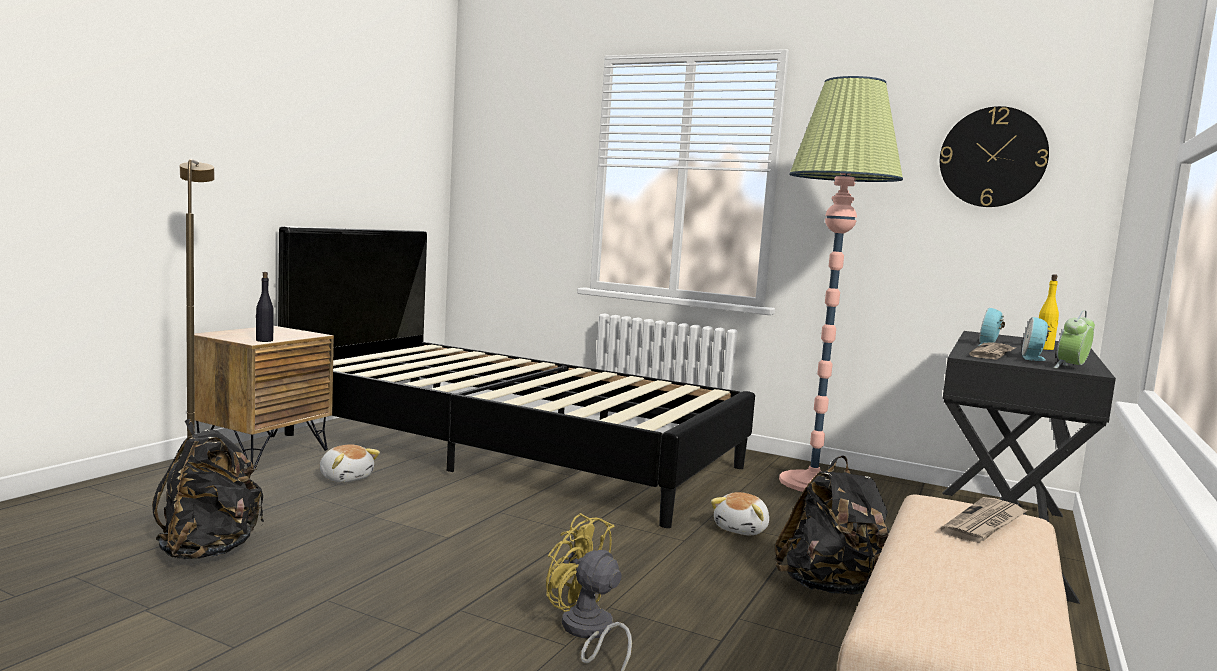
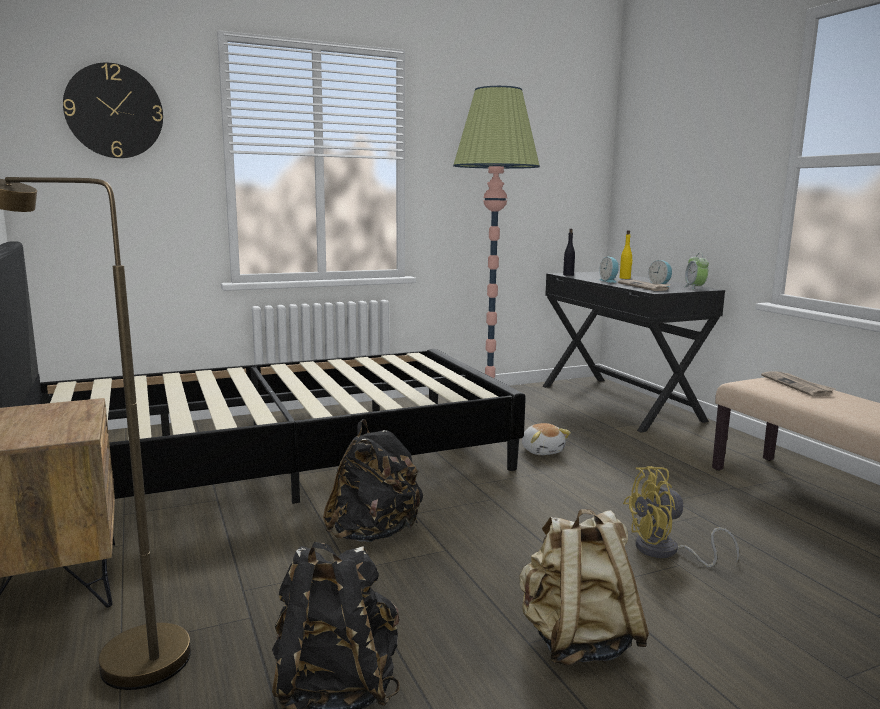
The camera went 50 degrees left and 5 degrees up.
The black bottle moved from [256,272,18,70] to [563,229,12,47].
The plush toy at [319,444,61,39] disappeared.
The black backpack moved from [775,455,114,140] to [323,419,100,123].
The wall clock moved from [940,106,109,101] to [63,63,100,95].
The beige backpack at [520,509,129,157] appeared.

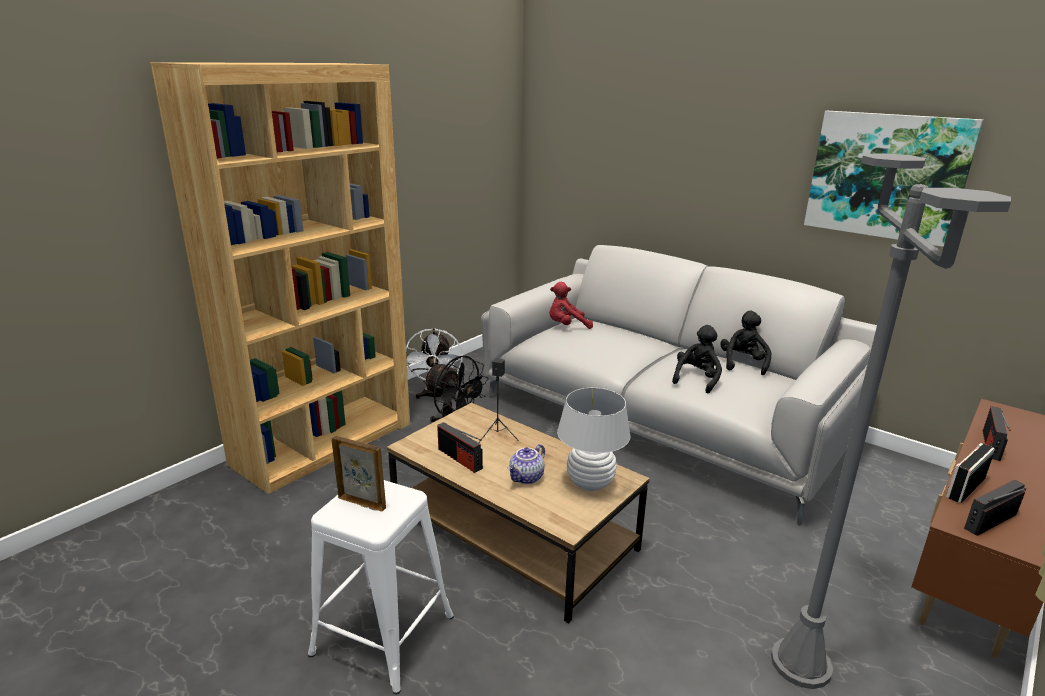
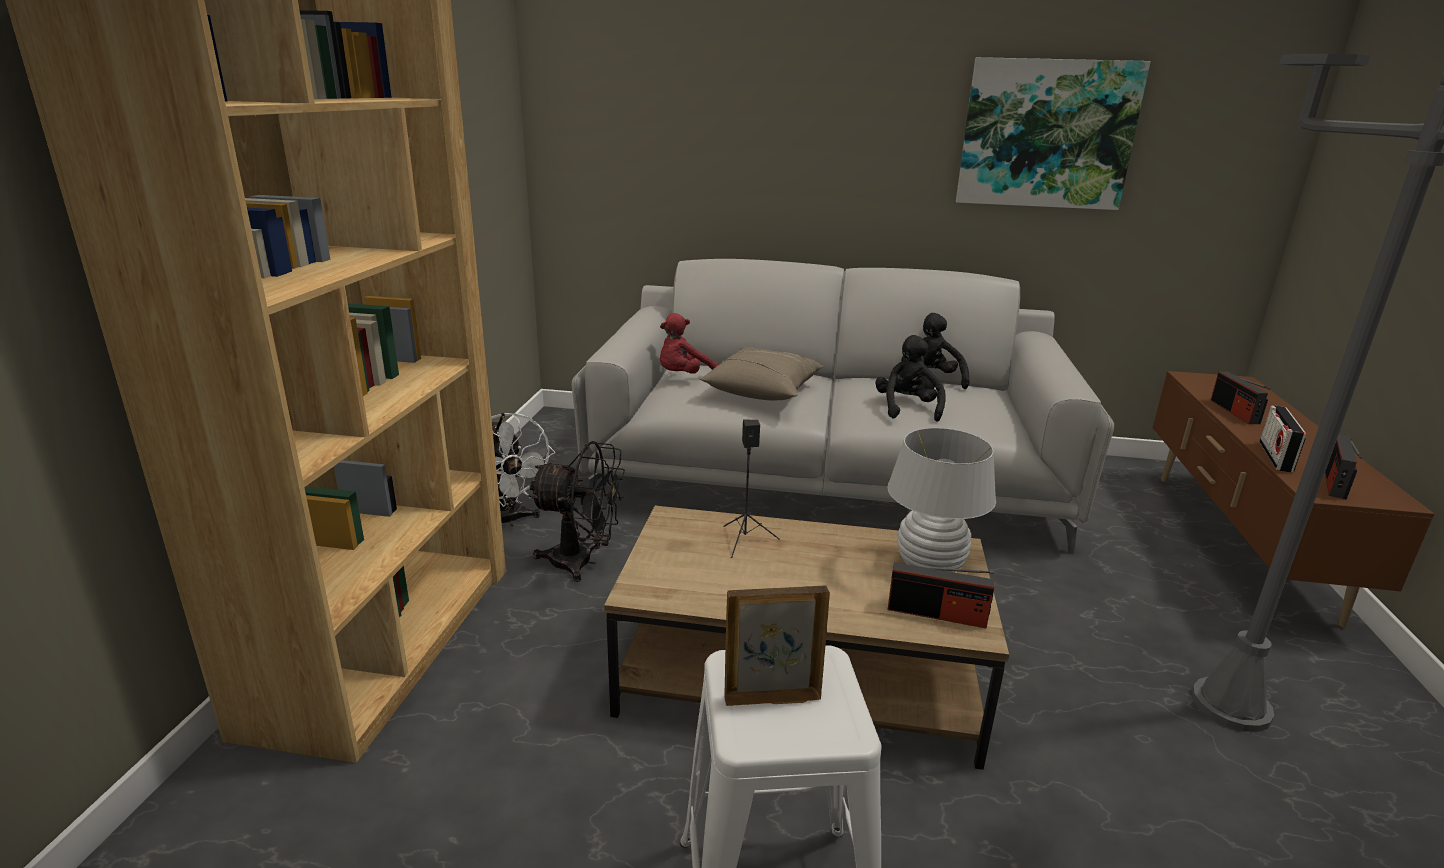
The camera went 30 degrees left and 0 degrees up.
The radio moved from [437,422,46,51] to [888,562,106,66].
The teapot at [508,444,37,40] disappeared.
The beige pillow at [699,348,125,53] appeared.

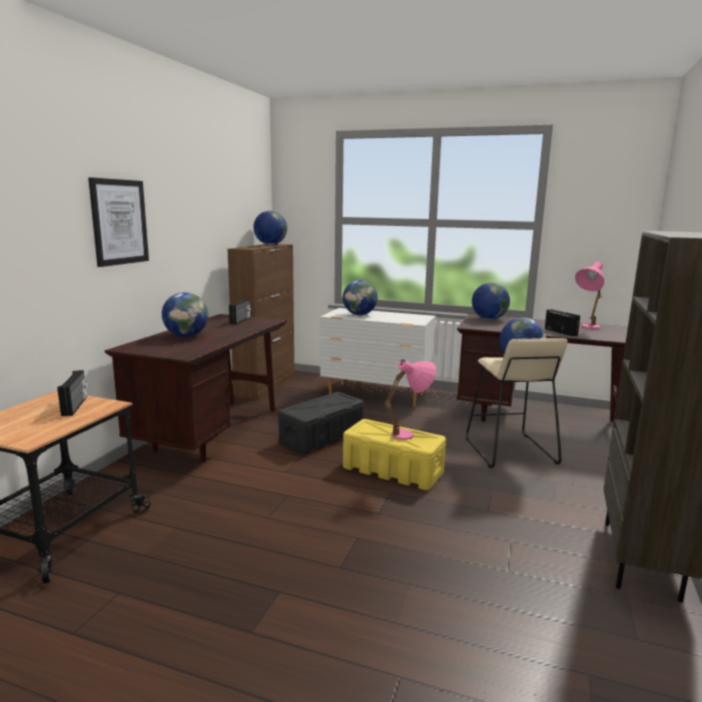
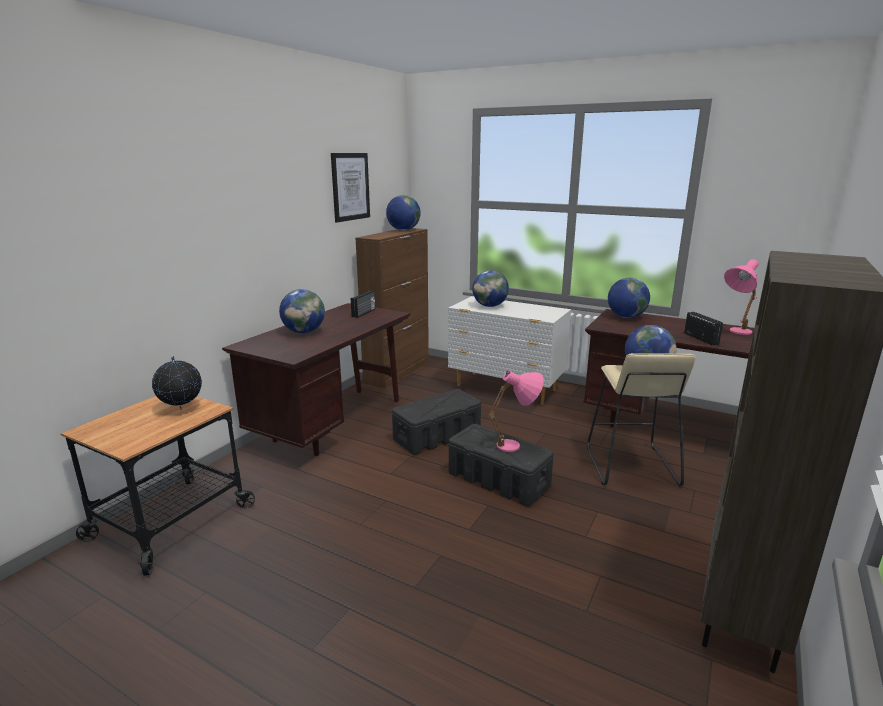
The camera went 10 degrees right and 5 degrees up.
The radio at [57,370,30,46] was replaced by the globe at [152,356,50,54].
The picture moved from [88,177,61,90] to [331,153,39,69].
The yellow storage box at [343,419,103,71] became the black storage box at [449,424,105,82].

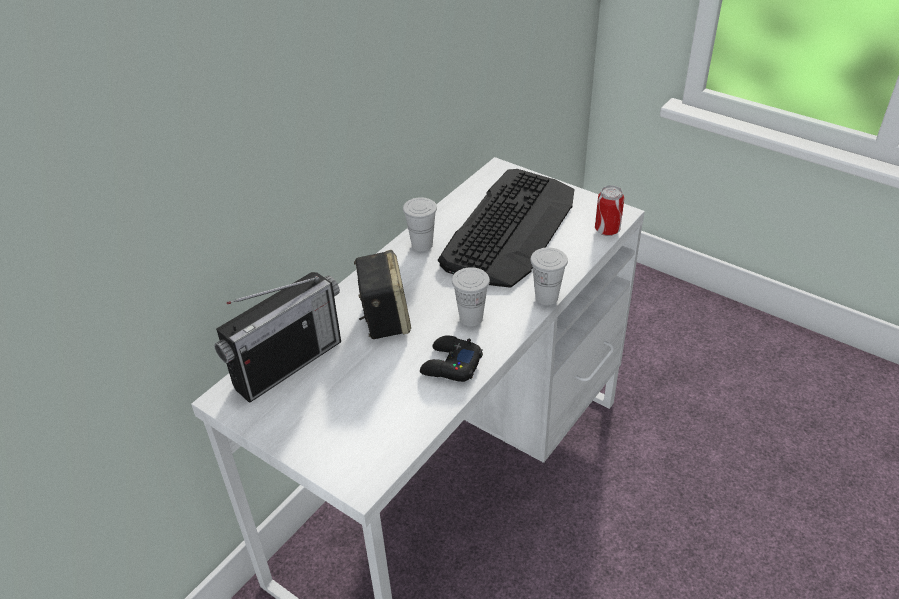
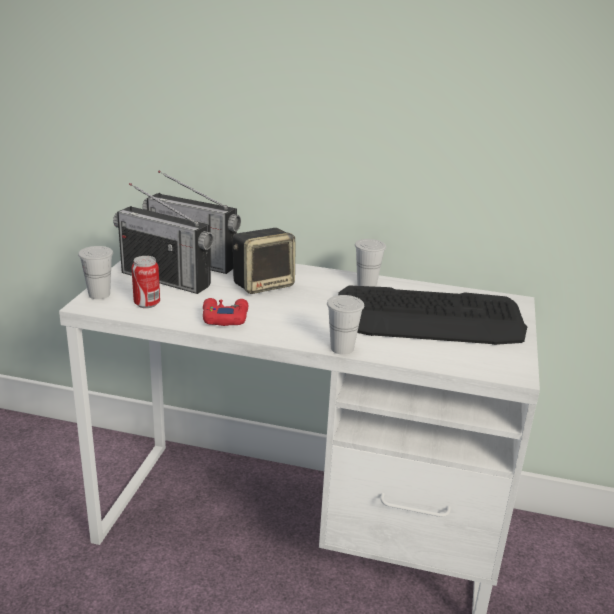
The camera went 65 degrees right and 15 degrees down.
The black game controller at [420,335,63,47] became the red game controller at [203,298,45,28].
The white cup moved from [452,267,38,59] to [78,246,35,53].
The can moved from [595,185,29,51] to [132,256,28,52].
The radio at [113,183,100,111] appeared.

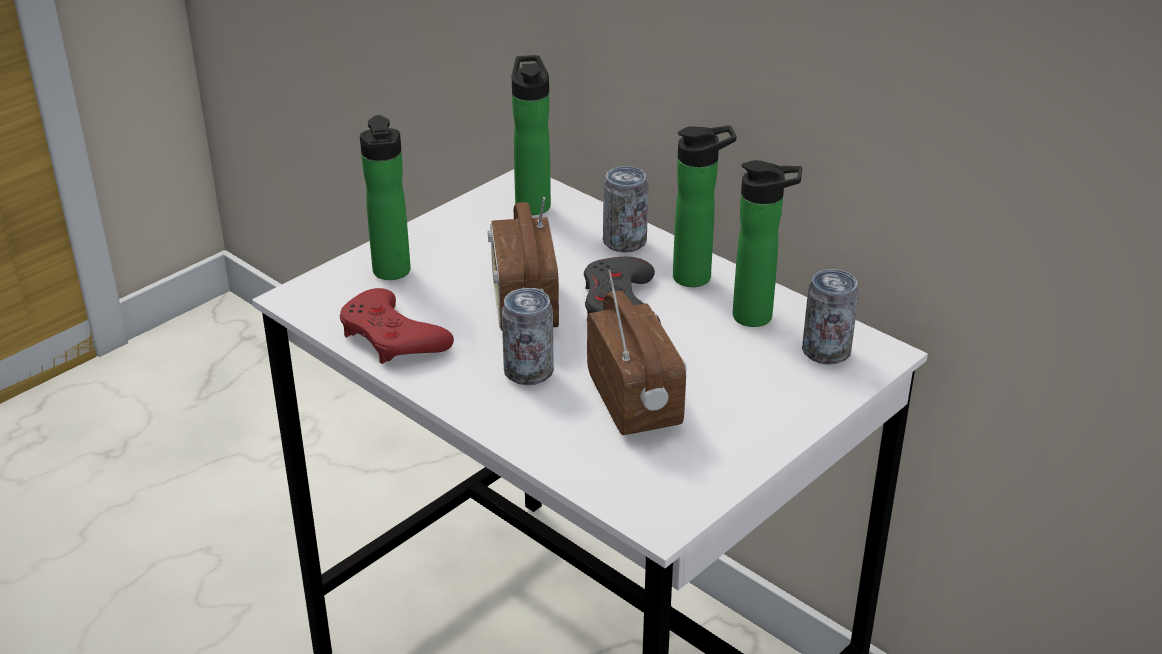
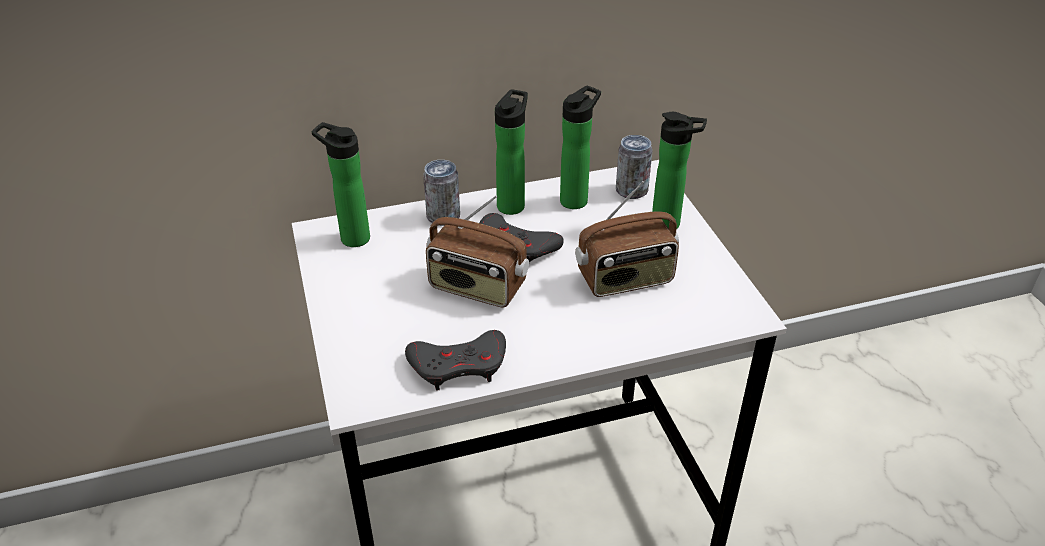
The camera went 60 degrees left and 5 degrees up.
The red game controller at [340,288,114,76] became the grey game controller at [405,330,101,60].
The bottle moved from [360,115,51,165] to [652,112,55,118].
The can at [502,288,52,97] disappeared.
The radio at [587,270,100,165] turned 150 degrees clockwise.

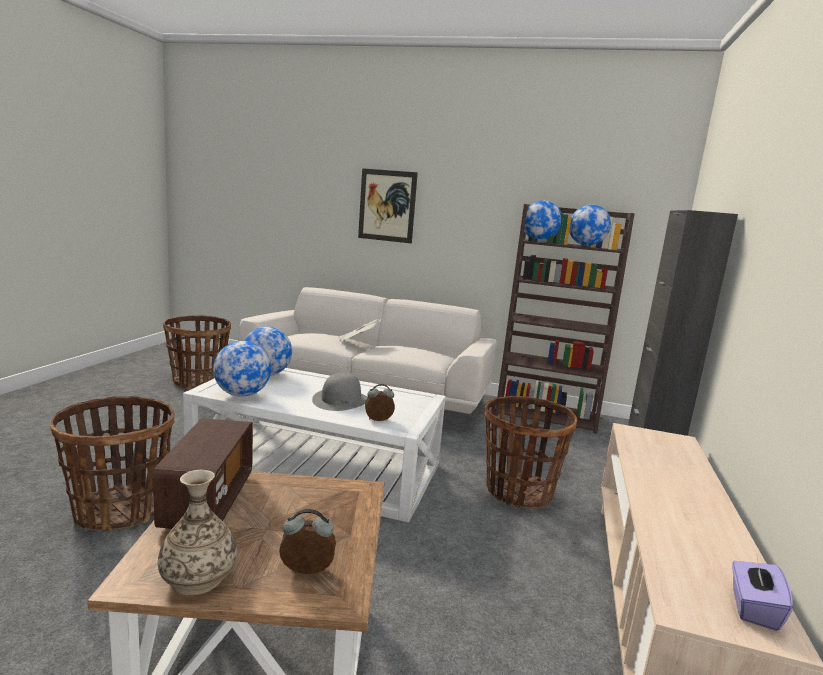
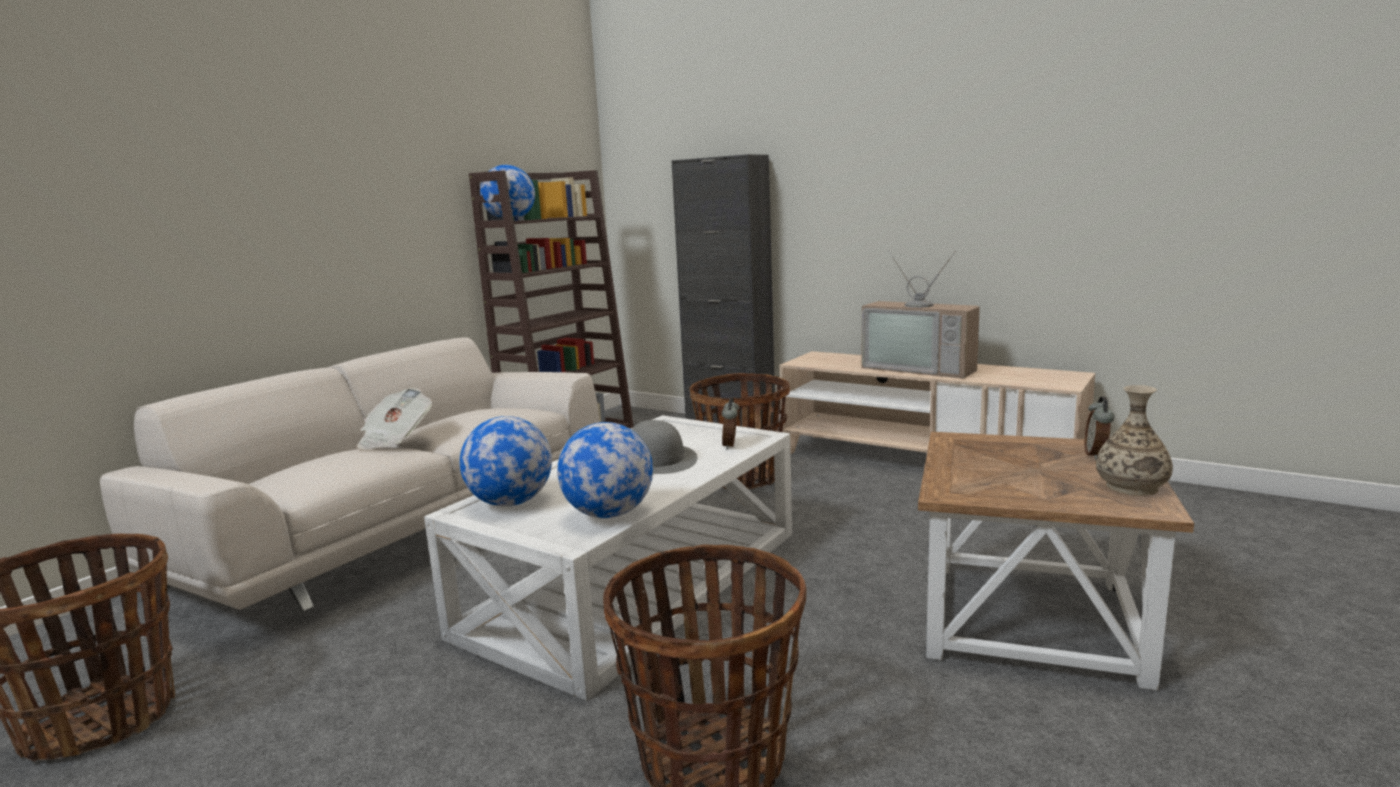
The camera went 70 degrees left and 0 degrees up.
The radio at [153,418,100,111] disappeared.
The picture at [358,168,60,75] disappeared.
The globe at [569,204,42,42] disappeared.
The purple tissue box at [732,558,61,73] disappeared.
The television at [862,250,118,129] appeared.

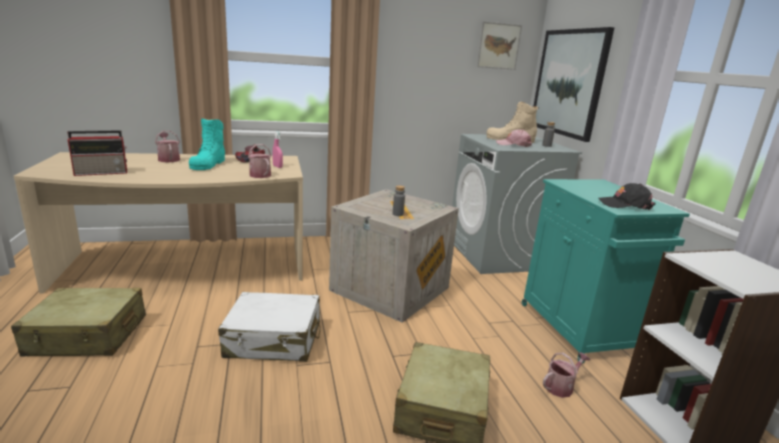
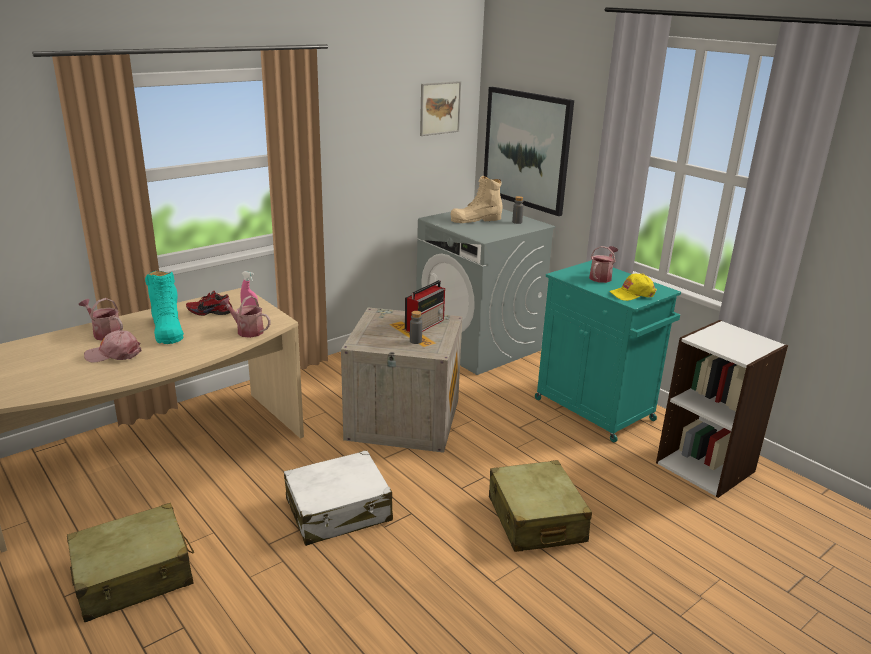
The camera went 25 degrees left and 5 degrees up.
The radio moved from [67,131,60,45] to [405,280,40,52].
The pink cap moved from [496,129,36,18] to [84,330,58,33].
The watering can moved from [543,352,47,46] to [589,246,29,37].
The black cap at [598,183,58,27] became the yellow cap at [609,274,48,27].

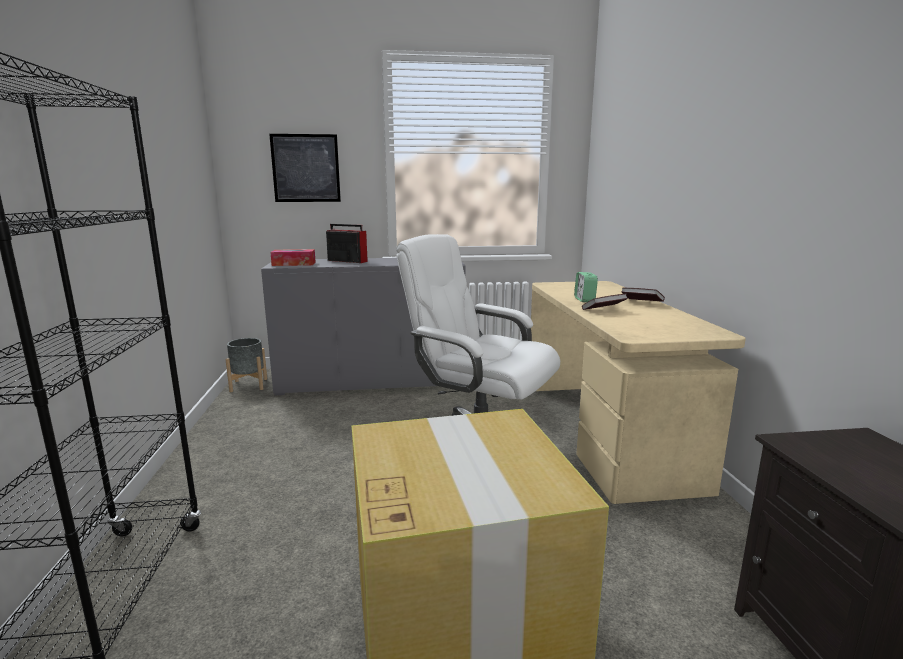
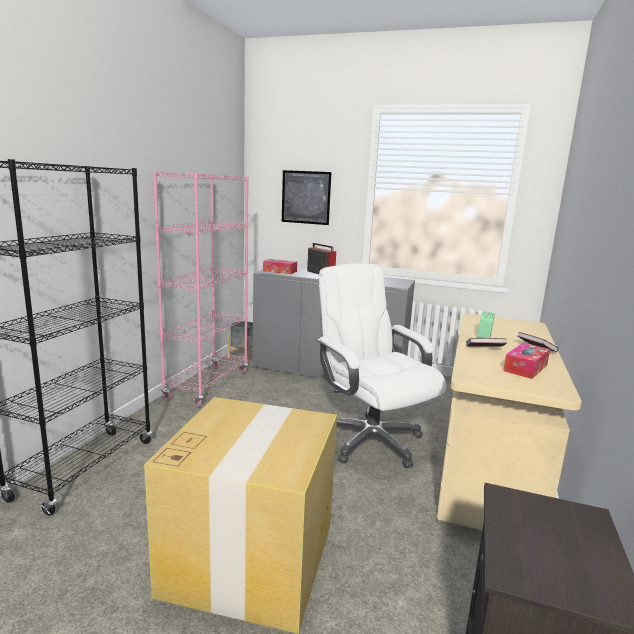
The camera went 25 degrees right and 0 degrees up.
The pink bookcase at [153,171,96,236] appeared.
The tissue box at [504,343,46,36] appeared.

